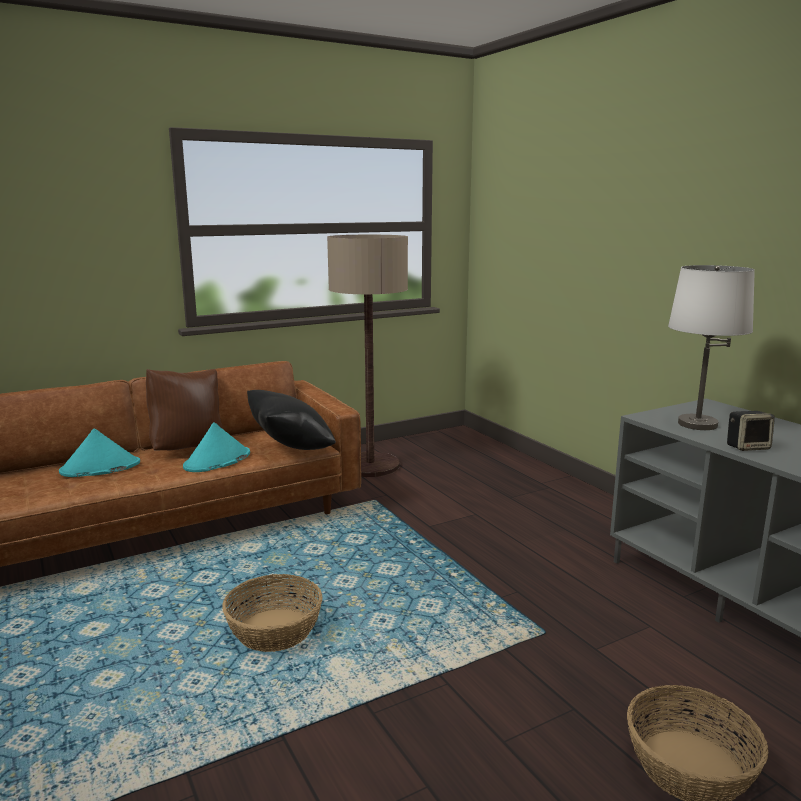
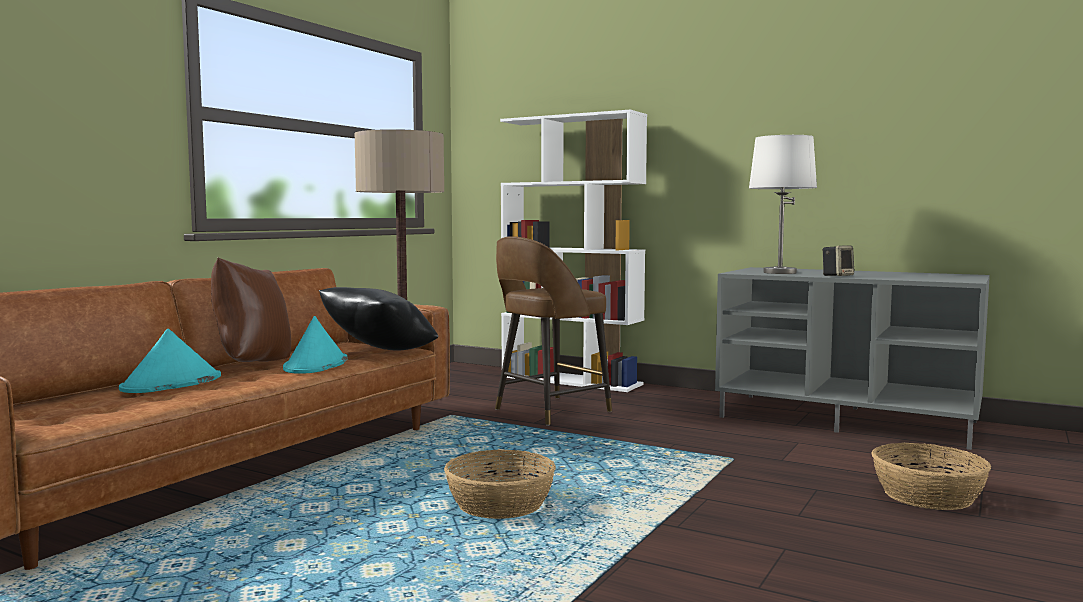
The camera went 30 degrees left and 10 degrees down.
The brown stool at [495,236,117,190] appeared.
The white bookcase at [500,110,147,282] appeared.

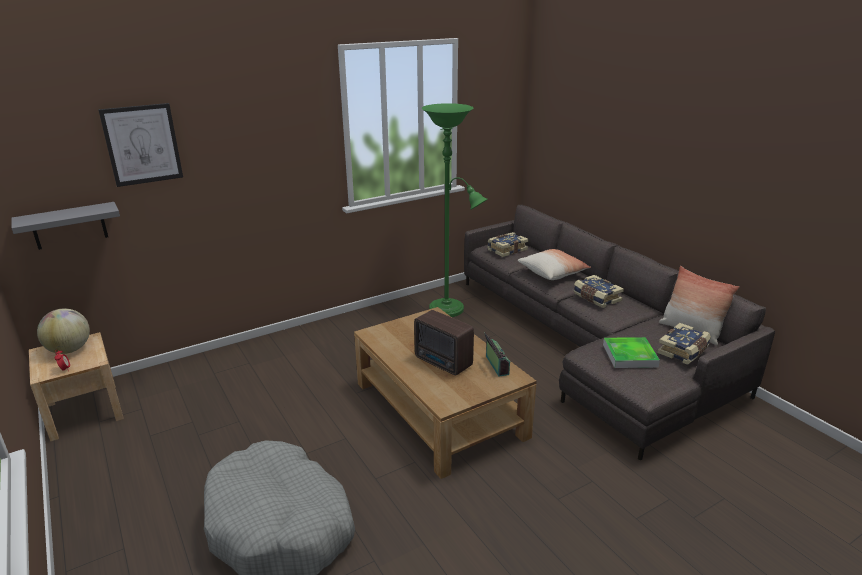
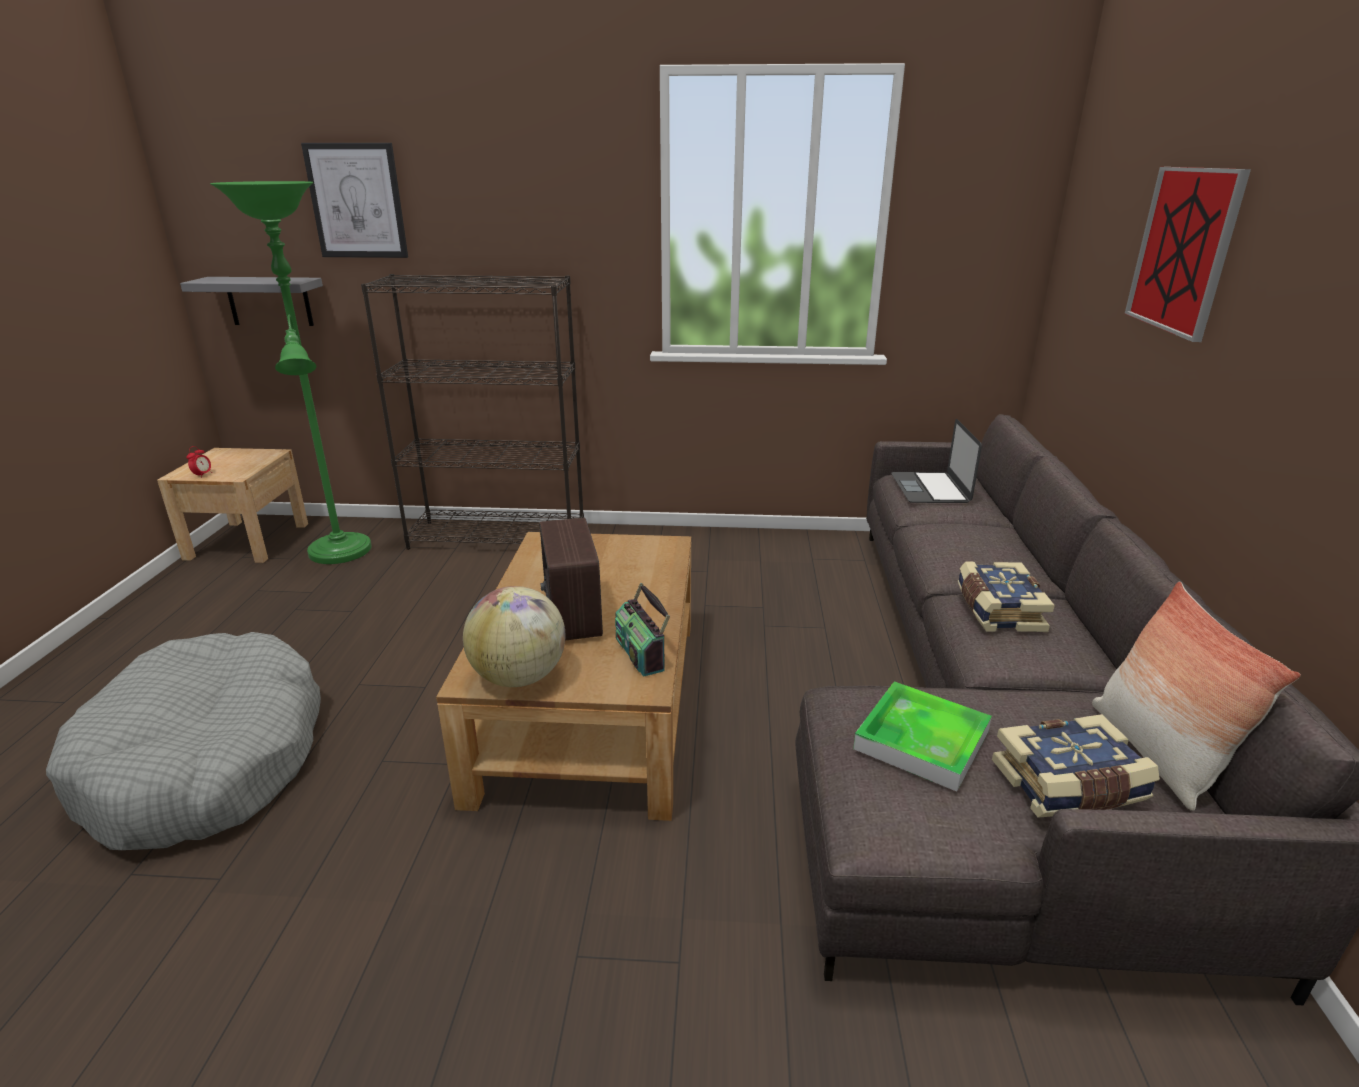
The camera went 35 degrees right and 0 degrees up.
The globe moved from [37,309,53,45] to [463,586,102,101].
The green floor lamp moved from [422,103,66,214] to [210,181,162,383].
The radio at [484,332,26,45] turned 135 degrees clockwise.
The book at [487,232,41,25] was replaced by the laptop at [891,419,91,84].
The pillow at [518,249,73,31] disappeared.
The black bookcase at [361,274,223,276] appeared.
The picture at [1125,167,126,175] appeared.

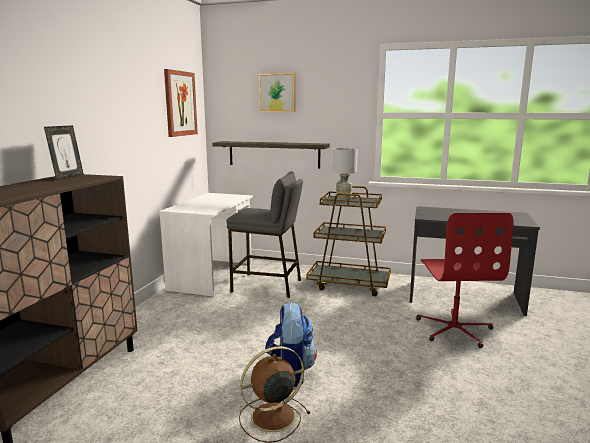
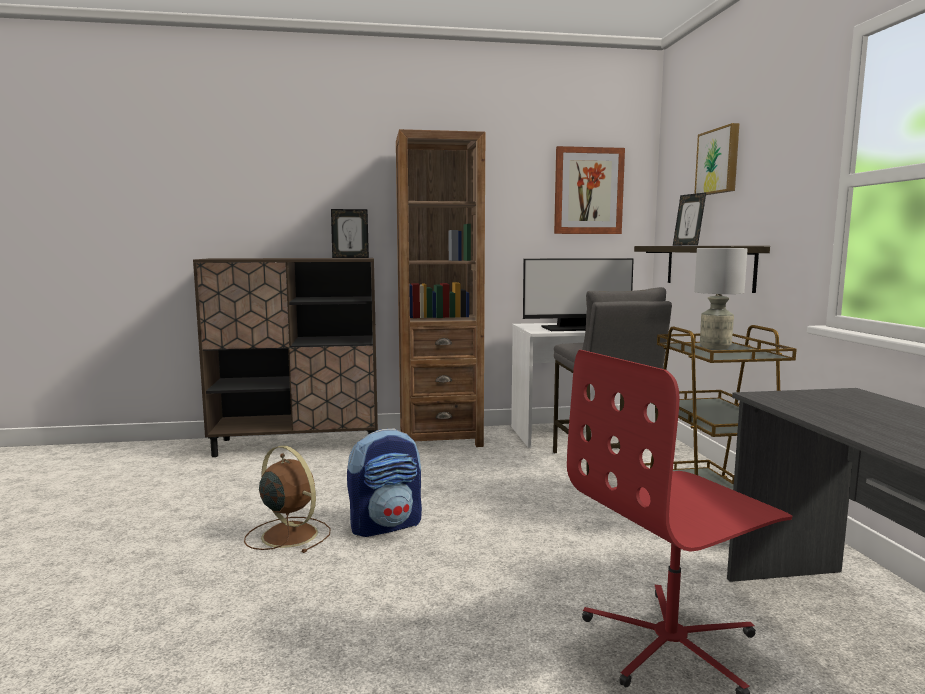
The camera went 65 degrees right and 5 degrees down.
The brown bookcase at [396,129,89,318] appeared.
The monitor at [523,258,111,73] appeared.
The picture frame at [673,192,33,54] appeared.

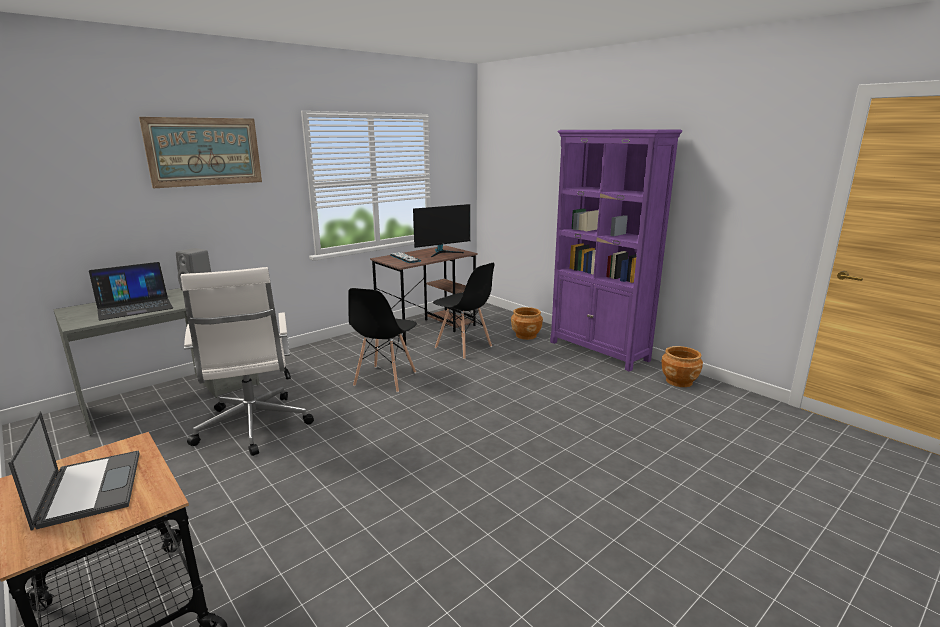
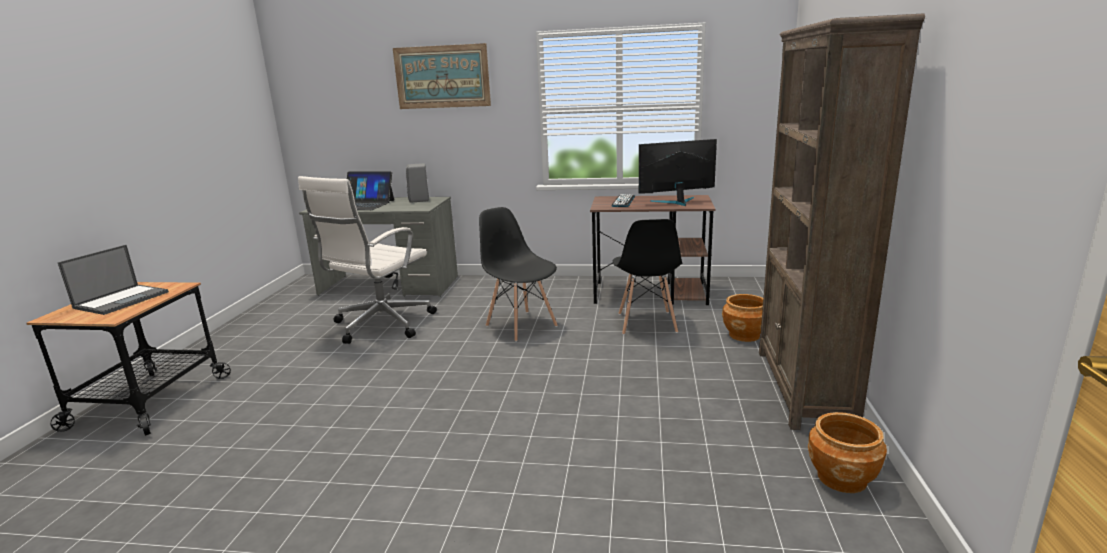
The camera went 50 degrees right and 0 degrees up.
The black chair at [348,288,69,105] turned 75 degrees clockwise.
The monitor at [413,204,58,53] turned 150 degrees clockwise.
The purple bookcase at [550,129,132,243] became the brown bookcase at [759,13,166,417].

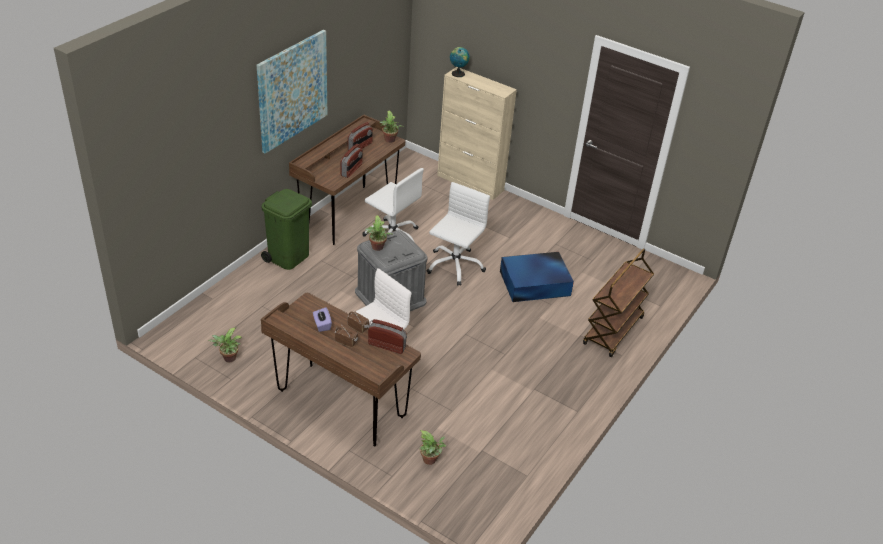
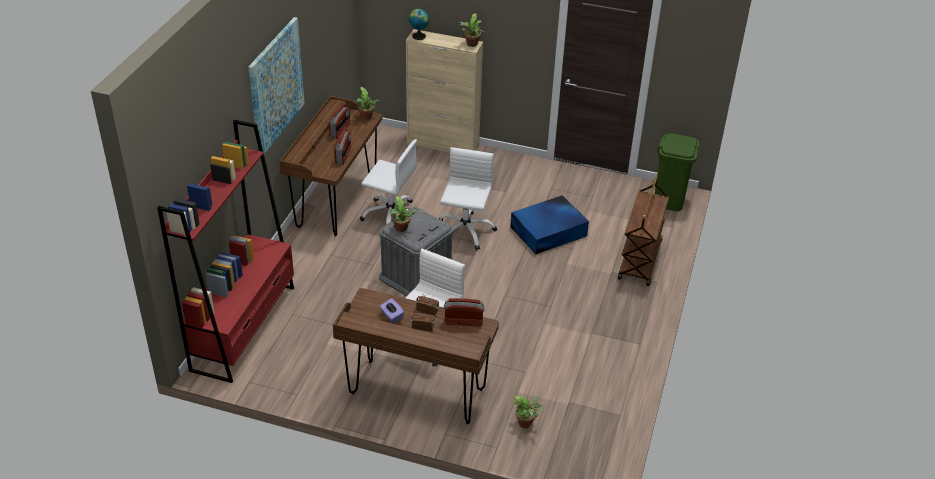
The camera went 15 degrees left and 0 degrees up.
The potted plant moved from [208,327,33,35] to [459,13,25,34].
The green trash can moved from [261,189,51,81] to [655,133,45,78].
The red bookcase at [157,120,137,263] appeared.

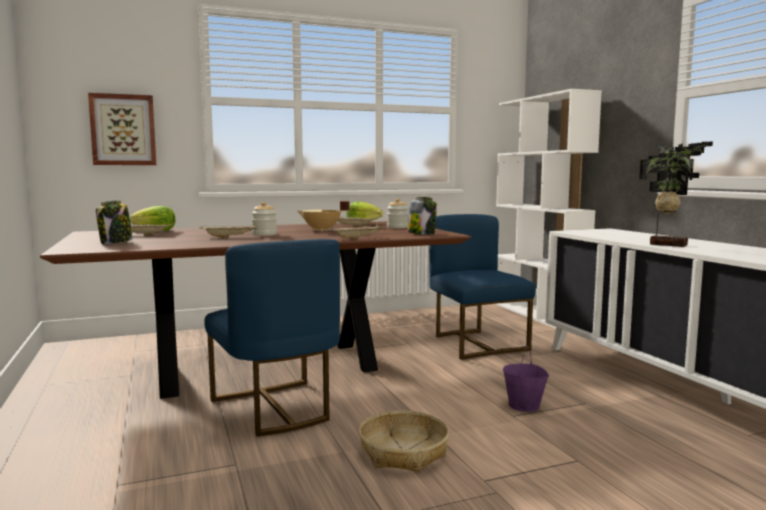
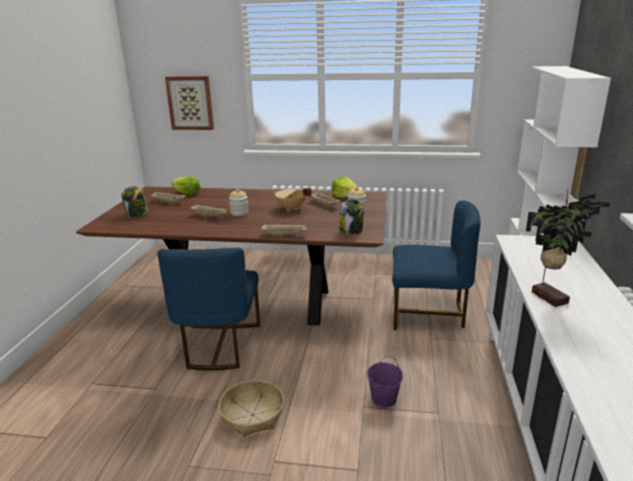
The camera went 30 degrees right and 15 degrees up.
The blue chair at [429,214,107,146] turned 90 degrees clockwise.

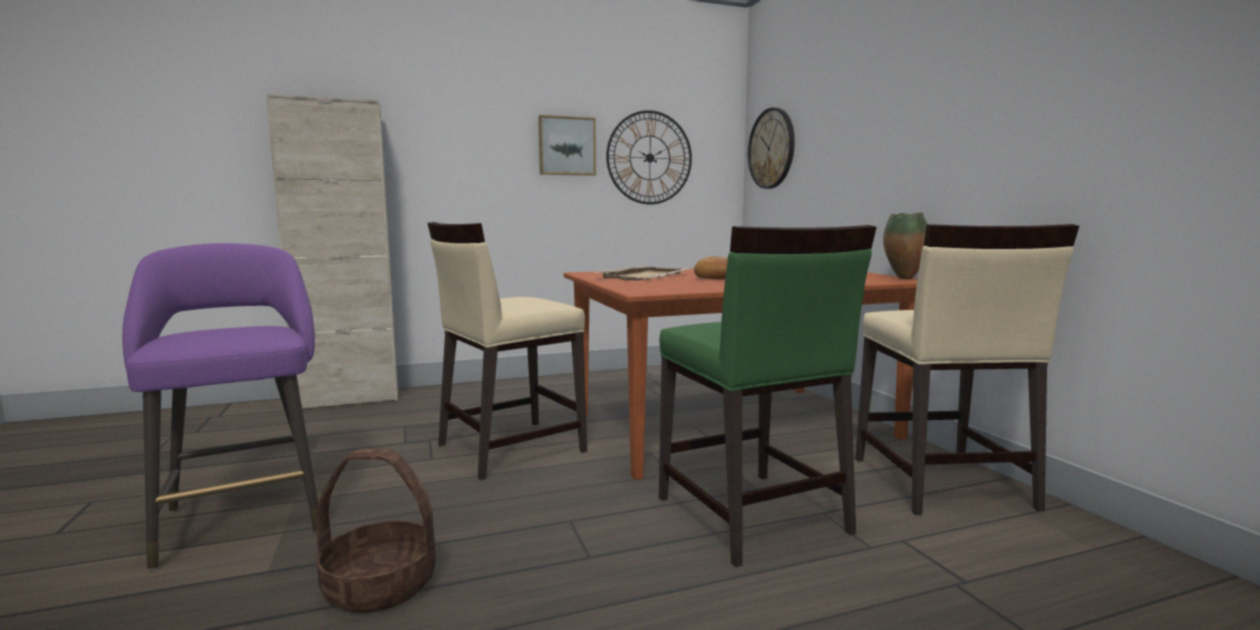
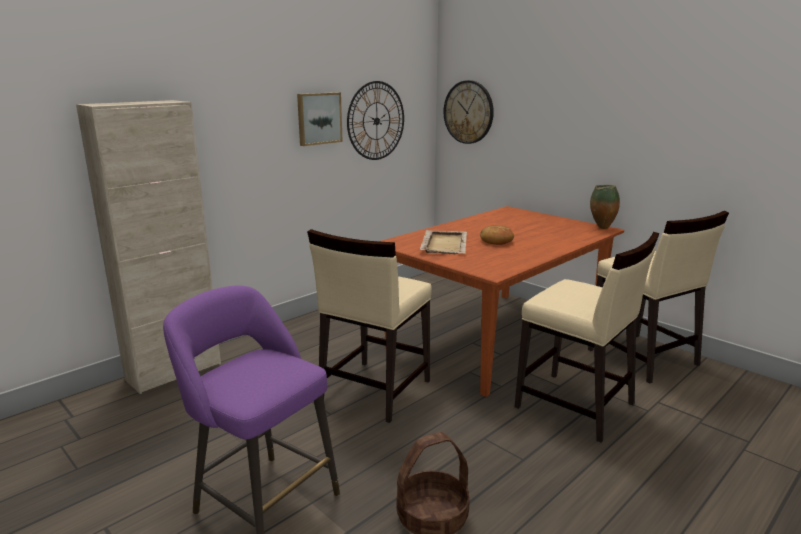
The camera went 25 degrees left and 10 degrees up.
The green chair at [659,225,218,342] became the beige chair at [515,232,144,211].

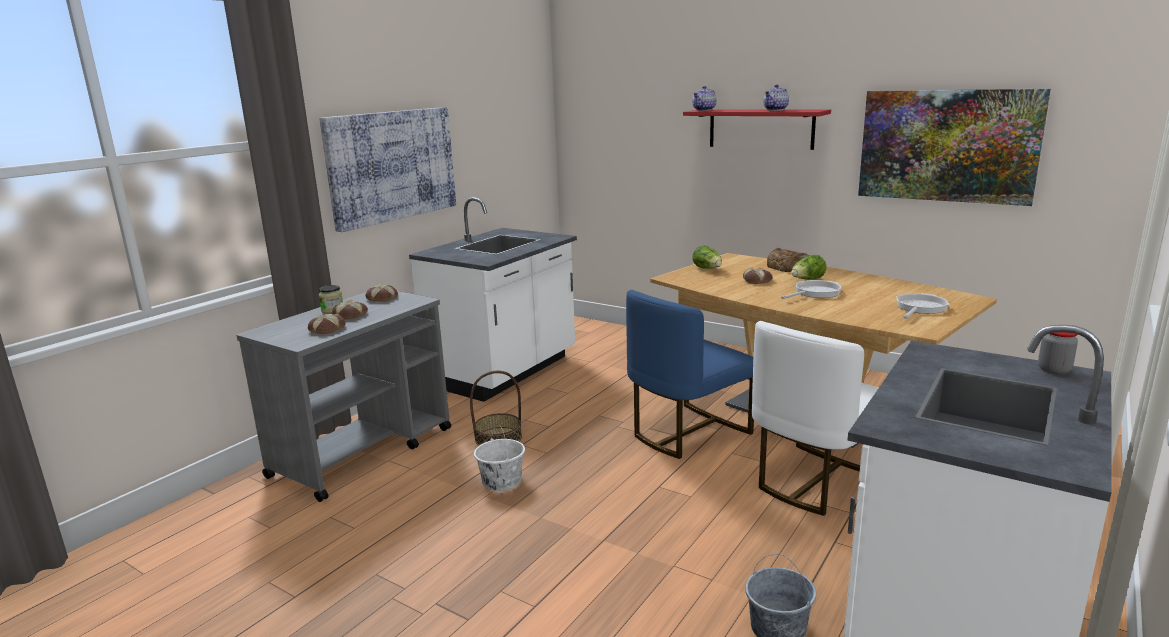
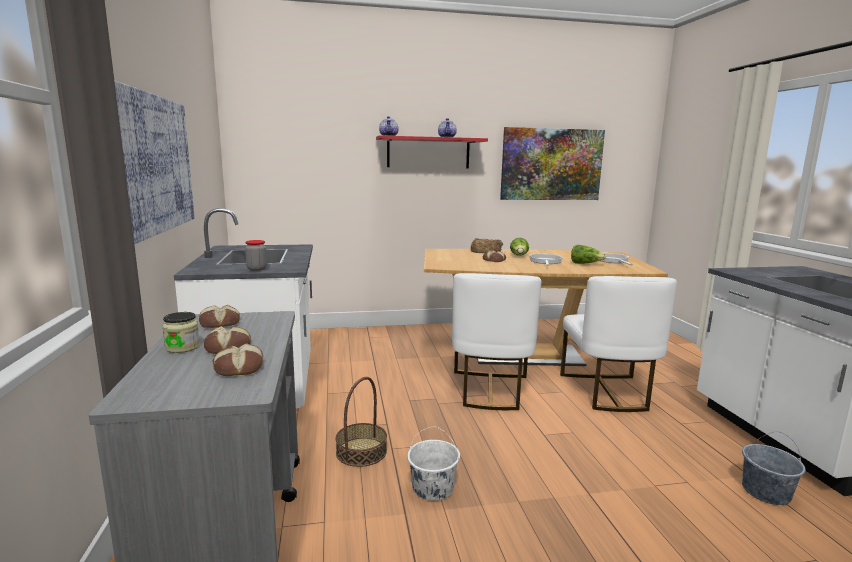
The camera went 45 degrees left and 5 degrees down.
The blue chair at [626,290,128,169] became the white chair at [452,273,90,137].
The lettuce moved from [692,245,30,24] to [571,245,35,19].
The jar moved from [1038,325,40,50] to [245,240,22,31].

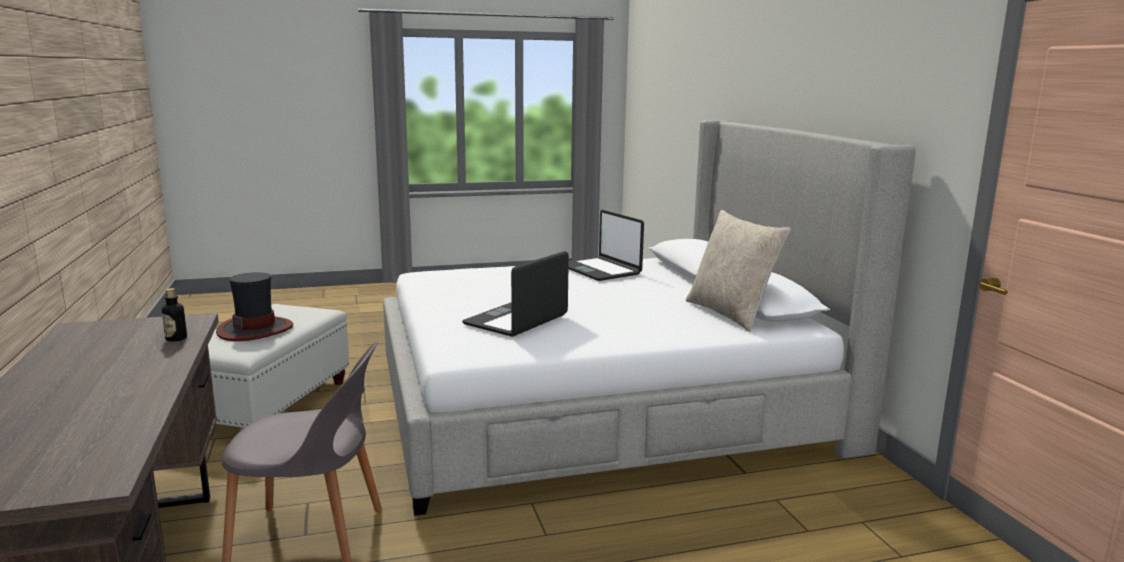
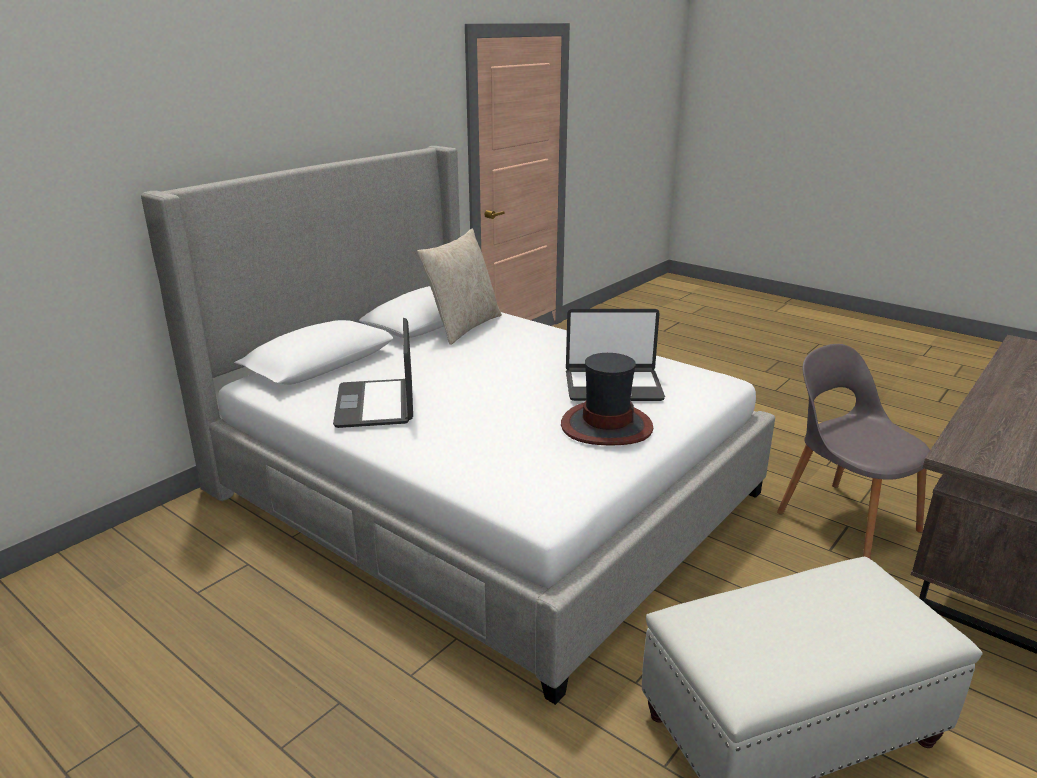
The camera went 125 degrees left and 10 degrees up.
The bottle at [162,288,25,54] disappeared.
The hat moved from [216,272,77,69] to [561,353,92,92].
The laptop at [568,210,76,71] turned 150 degrees clockwise.

